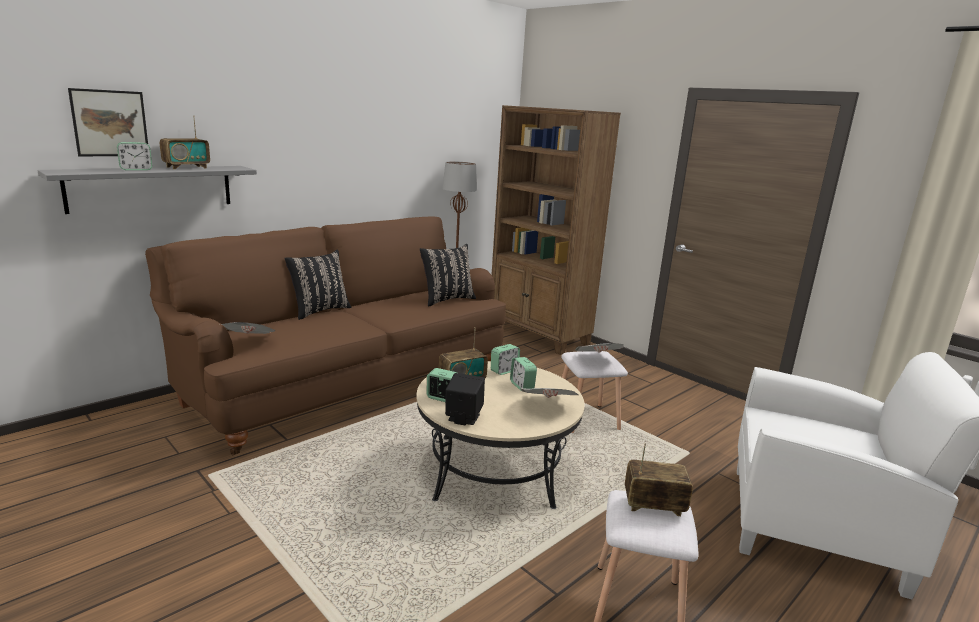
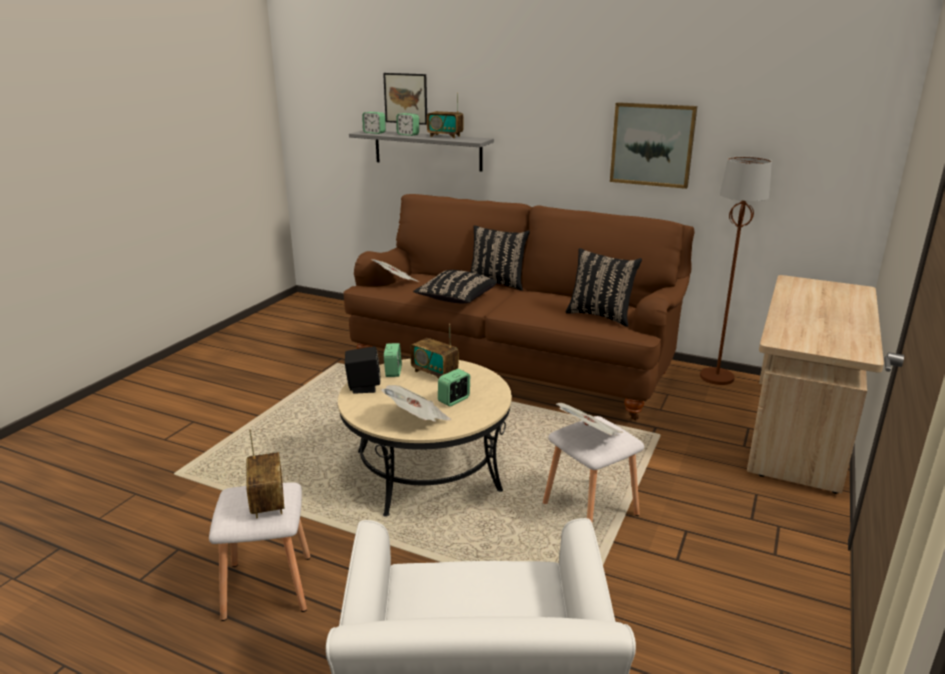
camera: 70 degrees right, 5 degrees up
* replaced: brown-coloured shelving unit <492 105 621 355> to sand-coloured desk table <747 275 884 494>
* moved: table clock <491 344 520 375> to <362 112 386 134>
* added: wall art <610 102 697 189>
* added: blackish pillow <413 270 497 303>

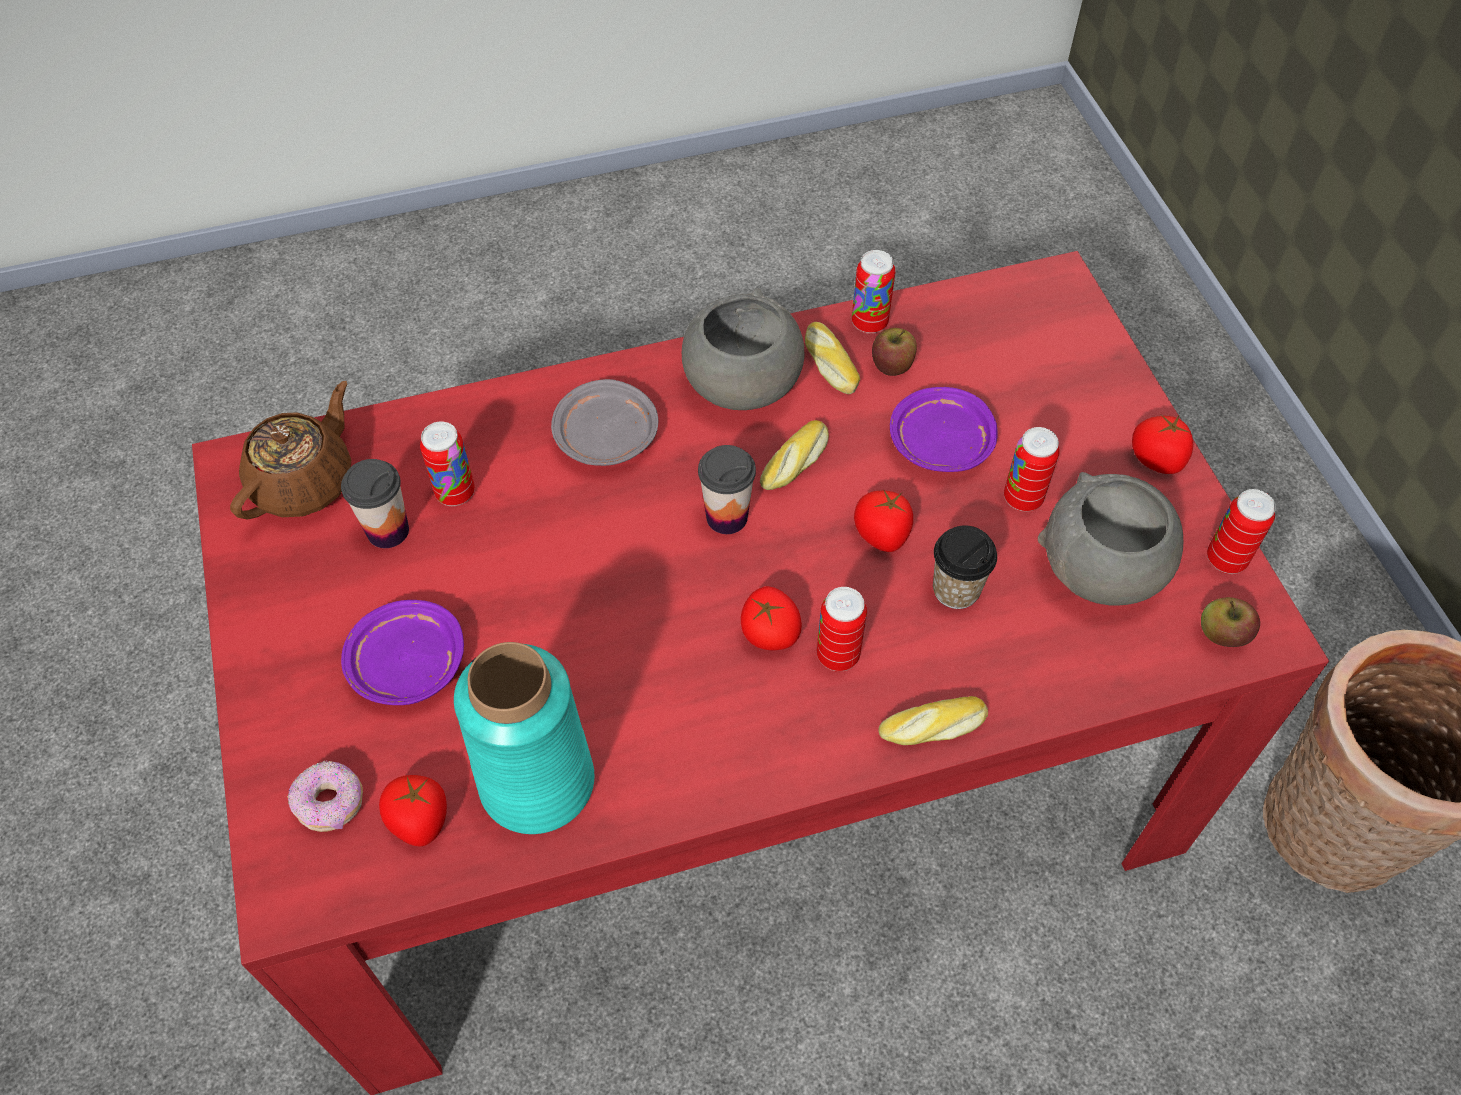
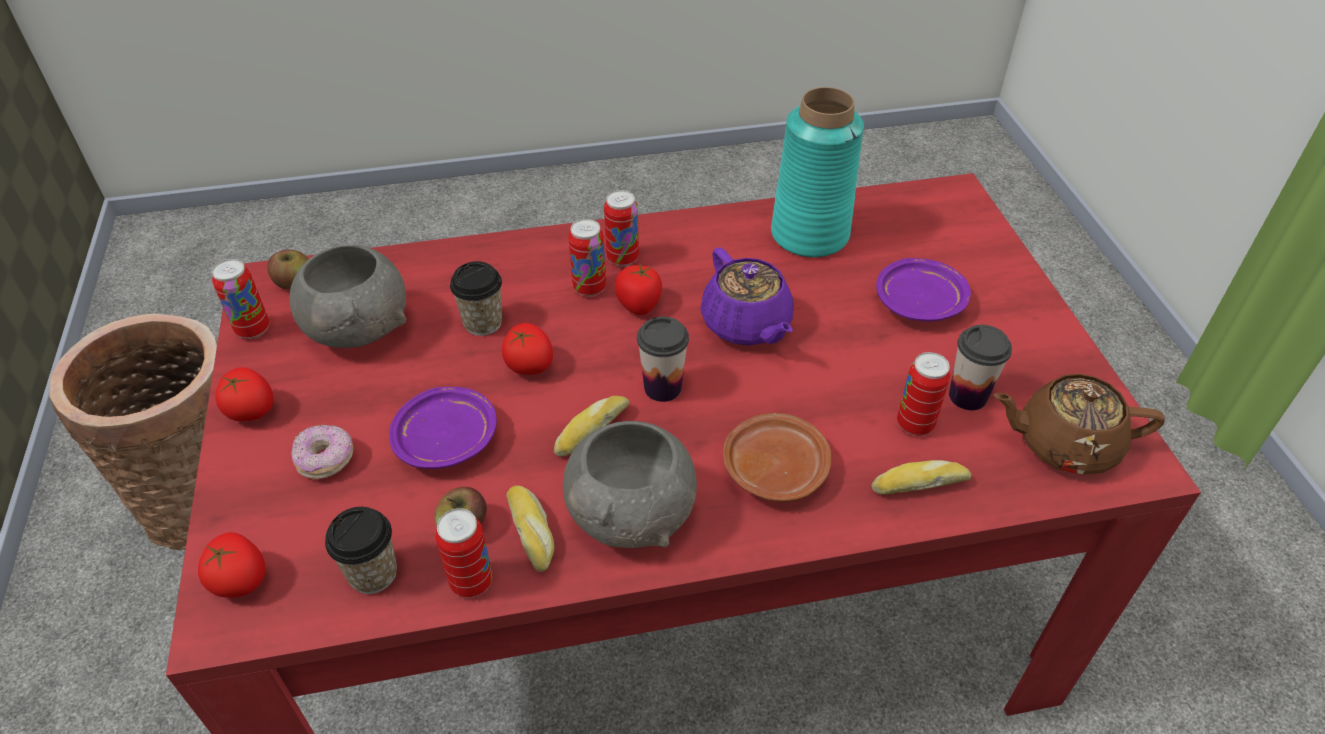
camera: 175 degrees left, 10 degrees down
* recoloured: gray plate <551 379 658 466> to brown-coloured plate <723 413 832 502>
* turned: brown-coloured pot for tea <230 381 351 519> = <993 374 1164 474> 60 degrees clockwise
* moved: can <1004 427 1060 512> to <604 190 639 267>
* moved: bakery bread <879 696 988 745> to <871 460 971 495>
* moved: ring doughnut <287 761 363 832> to <291 424 353 479>
* moved: whole tomato <379 775 447 847> to <198 532 266 598>
* added: purple pot for tea <700 248 794 345>
* added: cup <325 507 397 594>

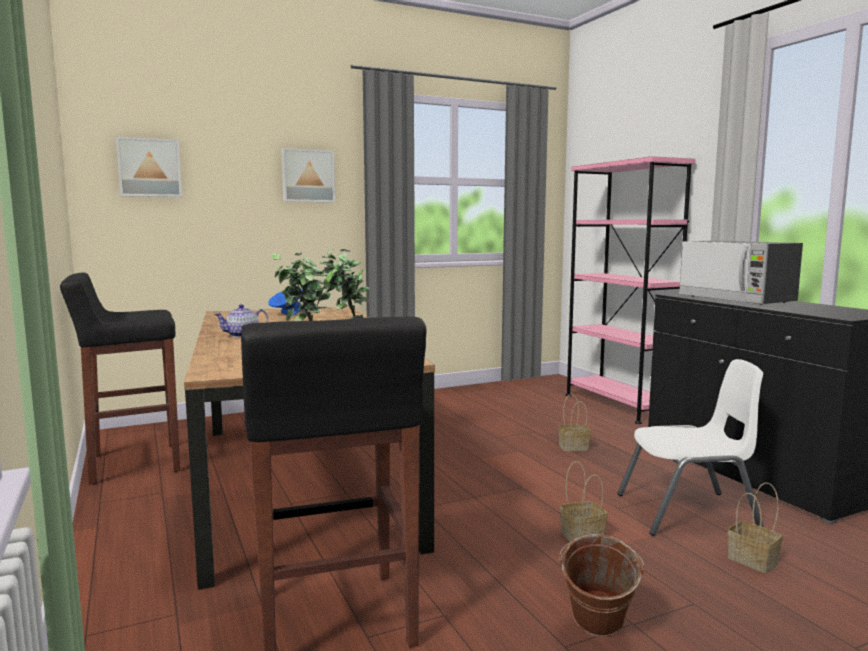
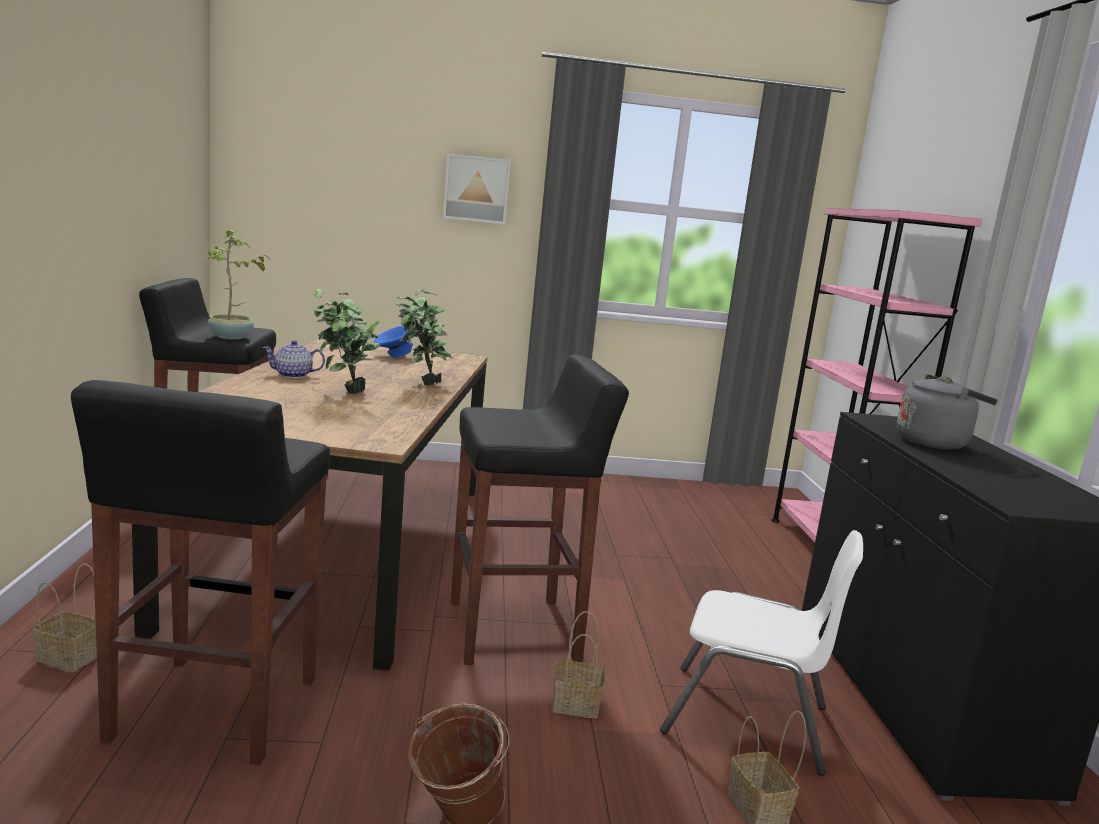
camera: 20 degrees right, 5 degrees up
* removed: wall art <116 137 182 197>
* replaced: microwave <679 241 803 305> to gray tea kettle <897 374 998 450>
* moved: storage basket <558 394 591 451> to <33 563 97 671>
* added: potted plant <203 229 270 339>
* added: blackish stool <451 355 629 665>

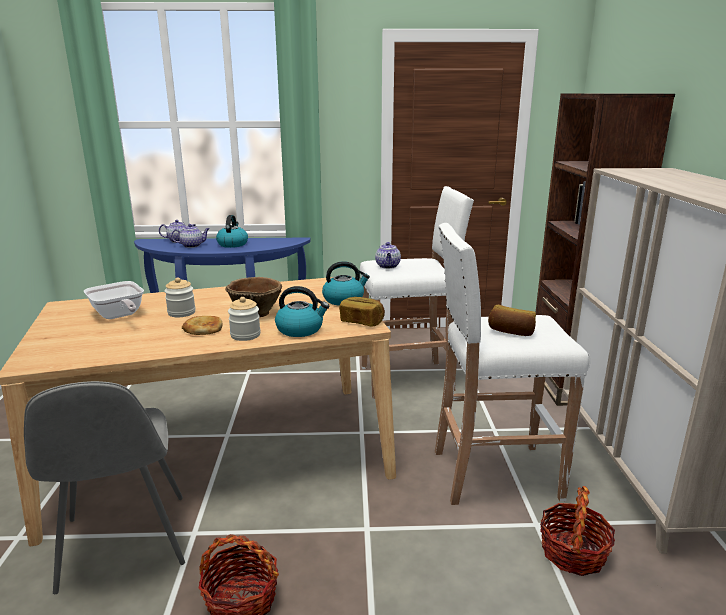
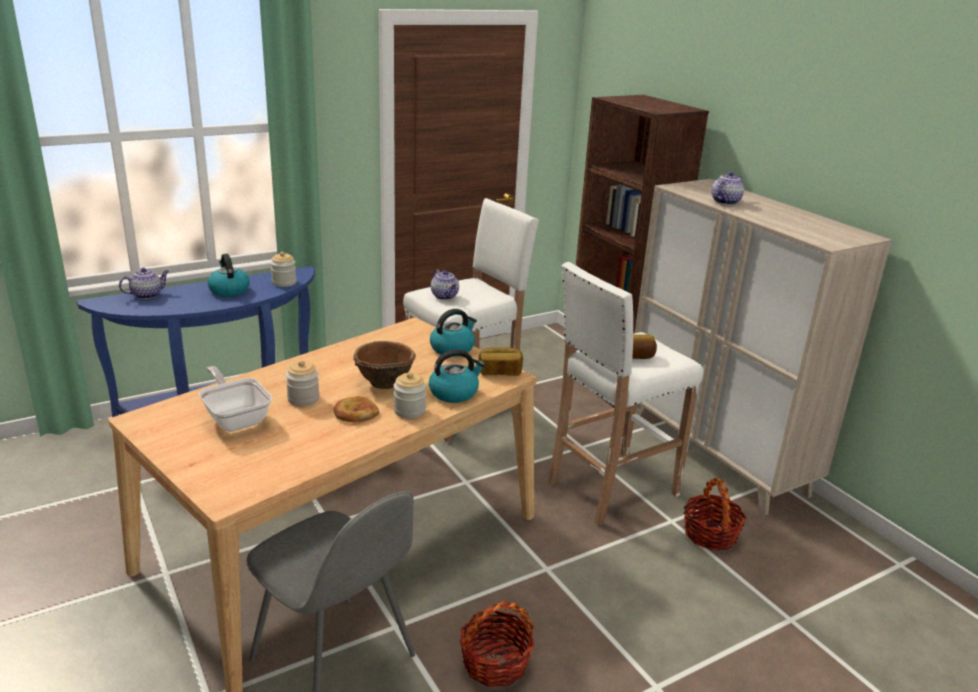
camera: 30 degrees left, 5 degrees up
* moved: pot for tea <171 224 210 248> to <712 172 744 205>
* turned: frying pan <84 281 144 319> = <199 366 272 432> 150 degrees counterclockwise
* added: jar <270 252 296 287>

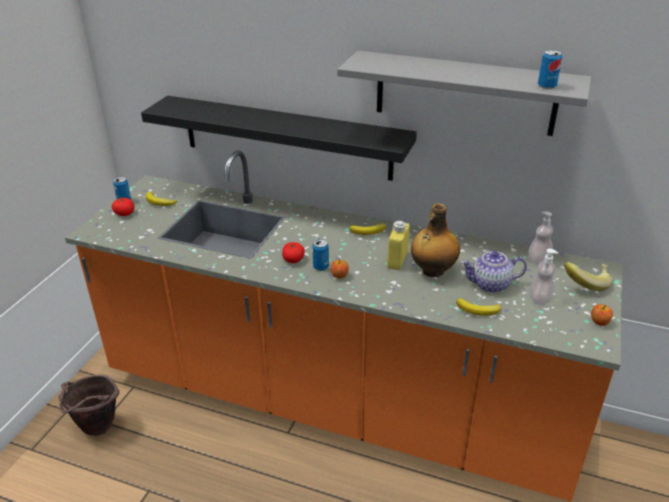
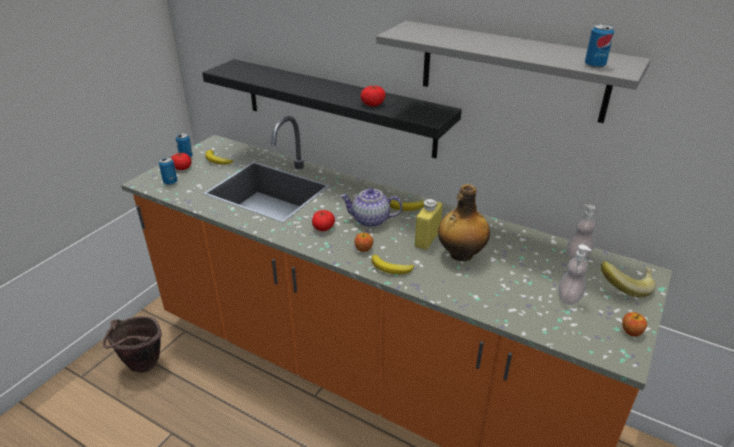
camera: 10 degrees right, 0 degrees up
* moved: can <312 239 329 271> to <159 157 177 185>
* moved: pot for tea <461 251 527 293> to <340 188 403 227>
* moved: banana <456 298 501 316> to <371 255 414 274>
* added: whole tomato <361 86 386 106>

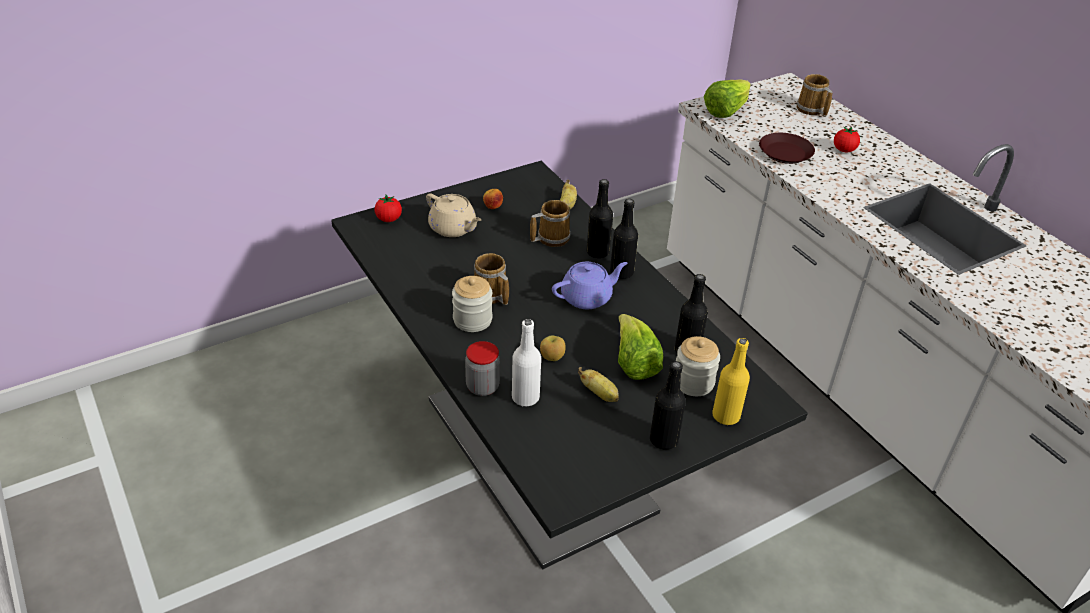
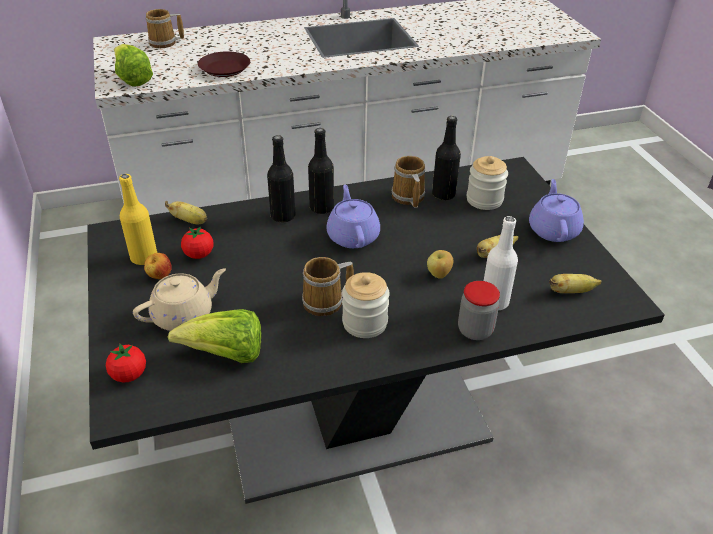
camera: 75 degrees left, 0 degrees up
* moved: whole tomato <834 126 860 152> to <181 226 213 259>
* moved: mug <530 200 570 247> to <391 156 425 208>
* moved: lettuce <618 314 663 380> to <168 309 262 363>
* moved: yellow-coloured bottle <712 338 750 425> to <119 174 157 265>
* replaced: blackish bottle <650 361 686 450> to purple pot for tea <529 179 584 242>
* added: banana <549 274 602 293>

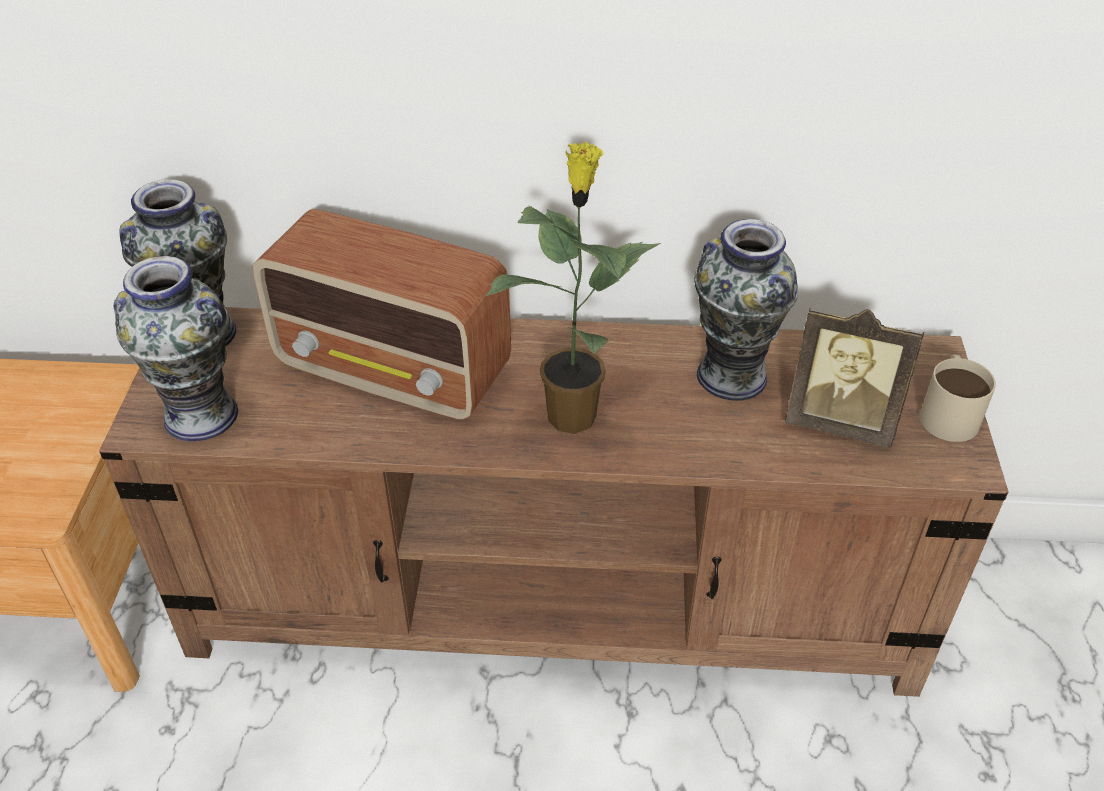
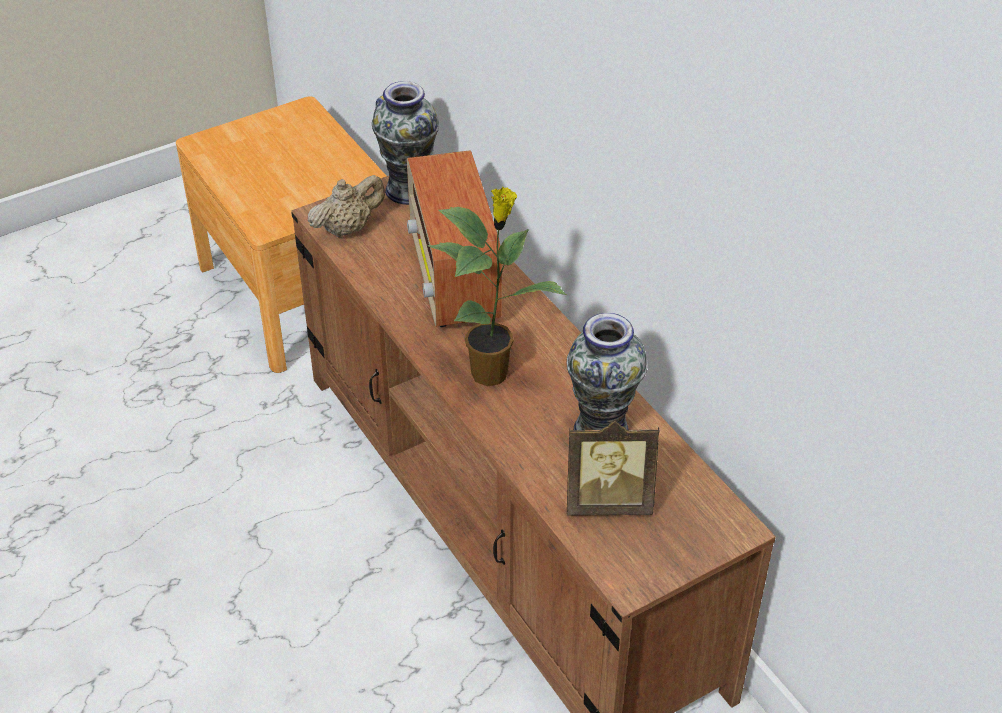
camera: 55 degrees right, 0 degrees up
* replaced: flower vase <114 256 238 442> to sand-coloured pot for tea <308 175 385 238>
* turned: standing frame <785 309 924 448> = <567 421 659 516> 75 degrees counterclockwise
* removed: sand-coloured mug <920 354 996 442>

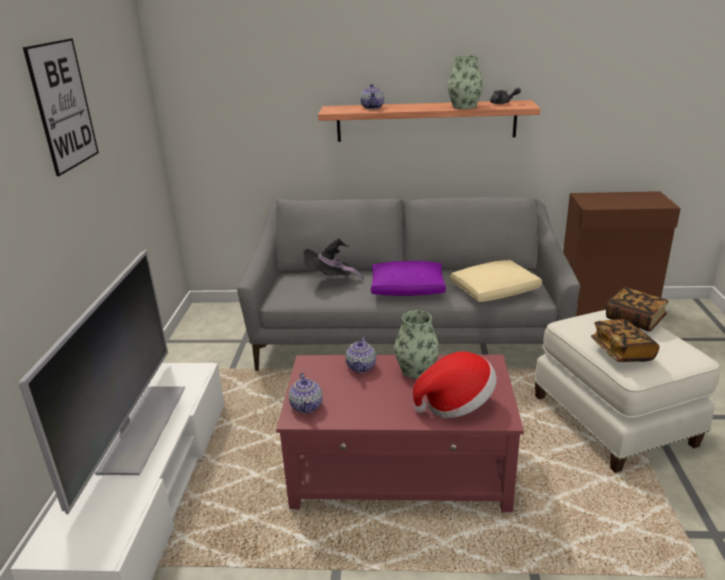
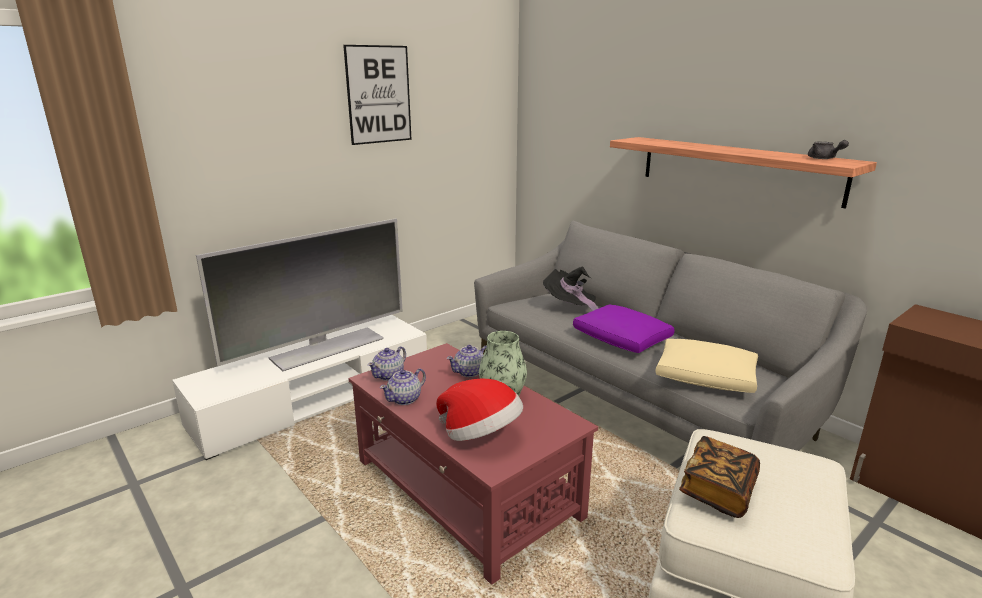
camera: 45 degrees right, 5 degrees down
* removed: flower vase <448 55 483 109>
* moved: pot for tea <360 84 384 109> to <380 368 426 405>
* removed: volume <606 287 668 332>

